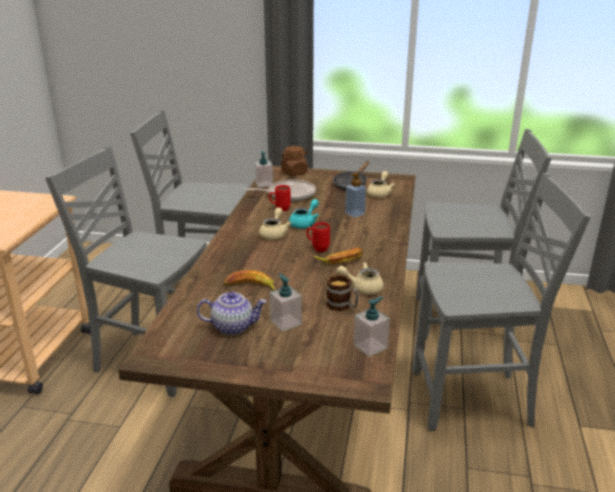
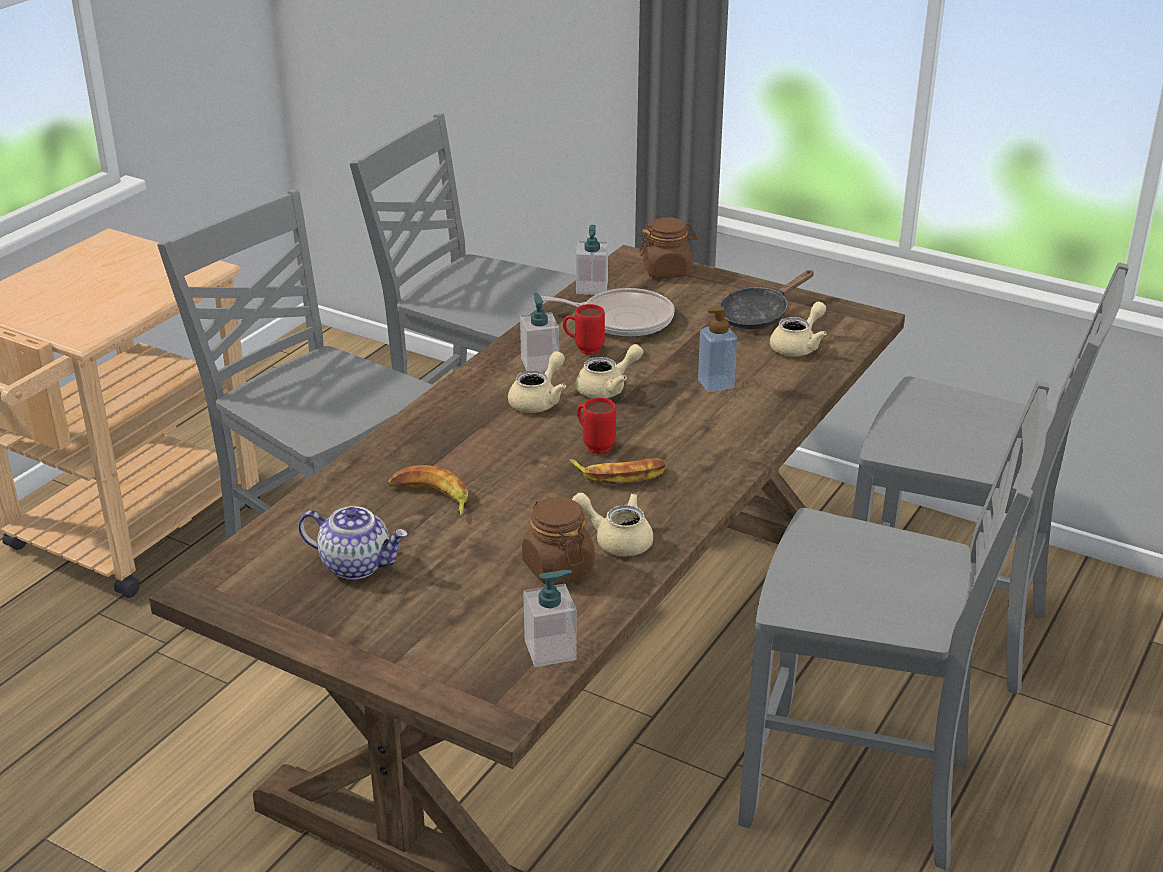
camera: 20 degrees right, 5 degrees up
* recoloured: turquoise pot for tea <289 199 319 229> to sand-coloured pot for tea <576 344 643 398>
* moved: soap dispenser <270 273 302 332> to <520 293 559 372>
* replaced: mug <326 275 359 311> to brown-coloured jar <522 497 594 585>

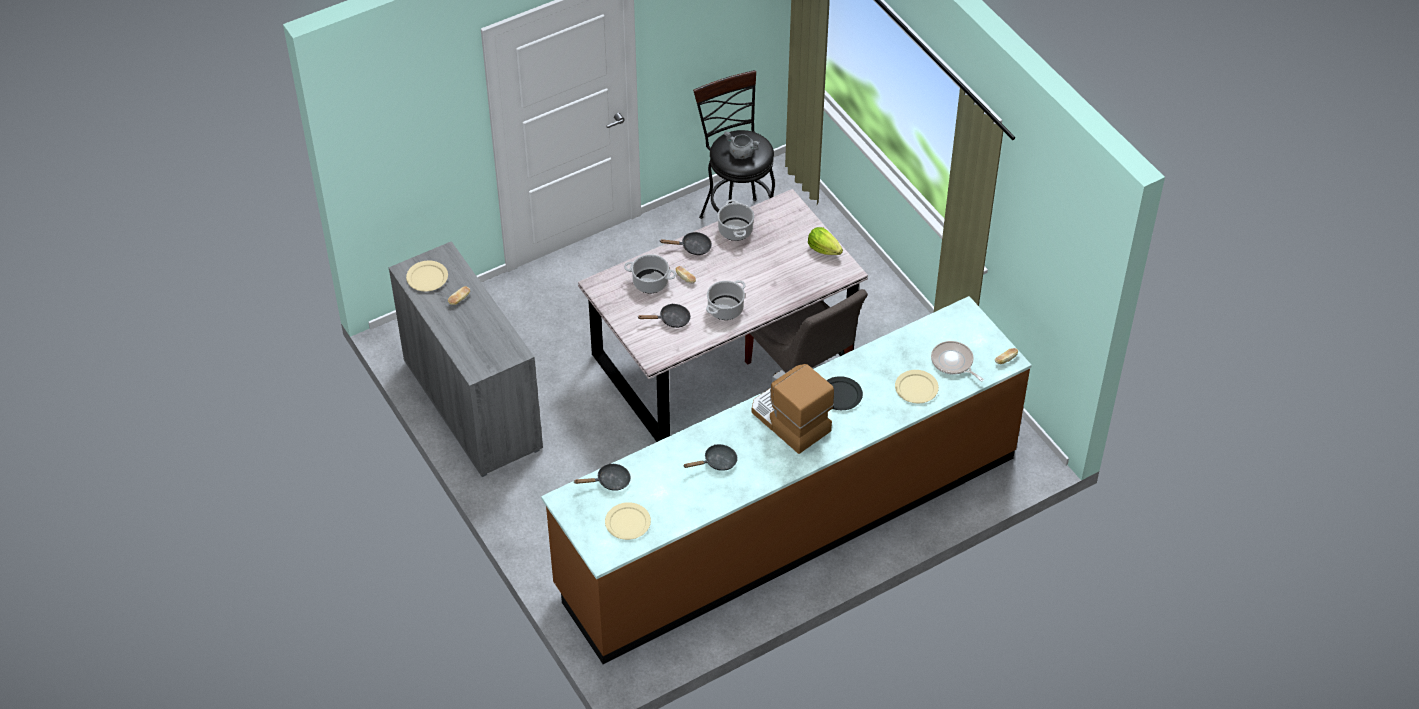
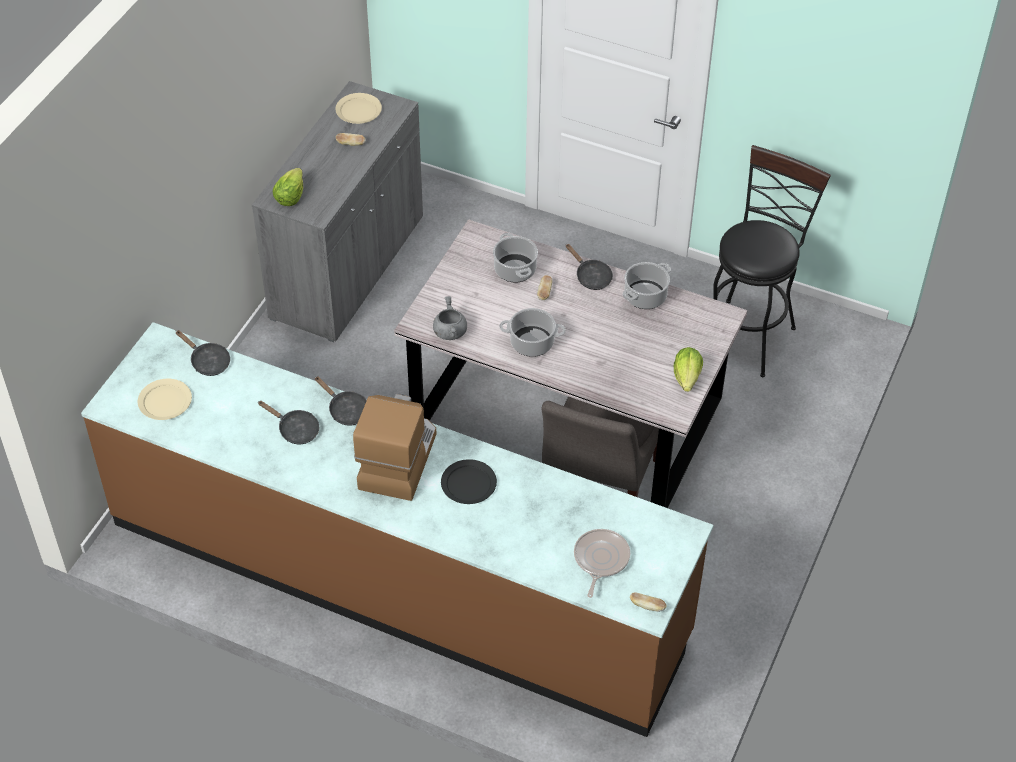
camera: 55 degrees right, 0 degrees up
* moved: gray saucepot <724 131 760 159> to <433 296 467 340>
* moved: blackish frying pan <638 303 691 328> to <315 376 367 426>
* removed: sand-coloured plate <895 370 939 403>
* added: lettuce <273 168 303 206>

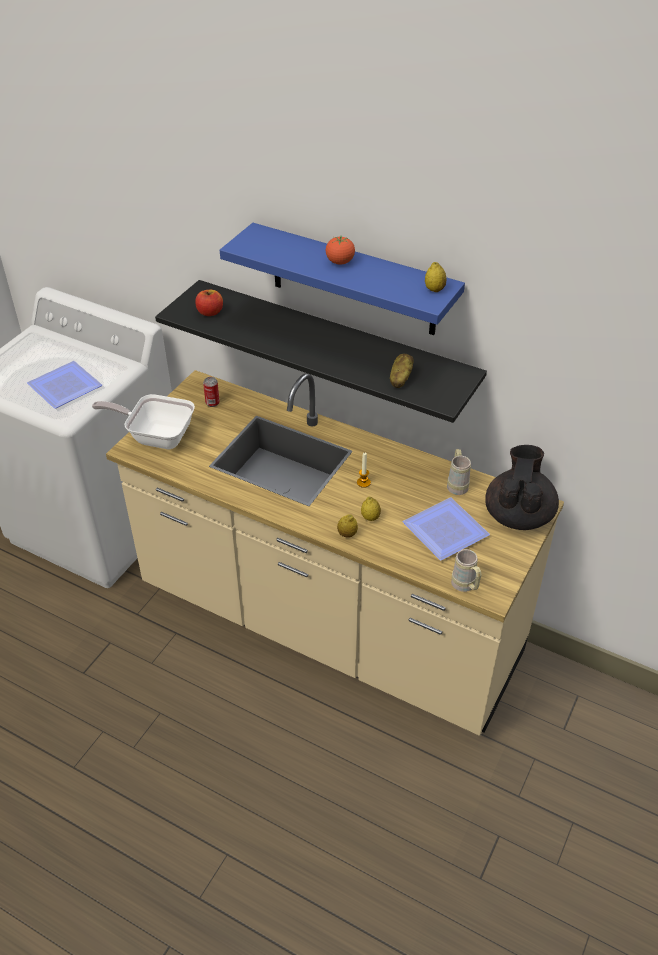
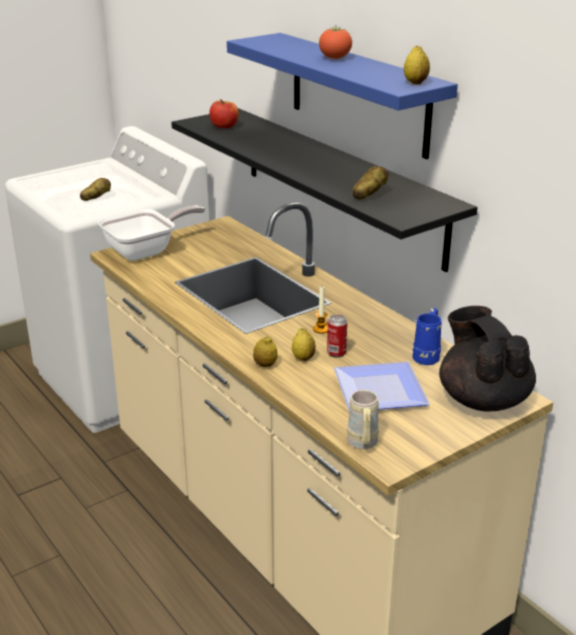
camera: 25 degrees right, 15 degrees down
* replaced: plate <27 361 102 409> to whole potato <80 178 111 201>
* moved: can <203 377 220 407> to <327 315 347 358>
* turned: frying pan <92 394 195 449> = <98 205 205 261> 105 degrees clockwise
* turned: blackish pot for tea <485 445 559 530> = <439 306 536 412> 60 degrees counterclockwise
* recoloured: sand-coloured mug <447 449 471 495> to blue-coloured mug <412 308 442 365>

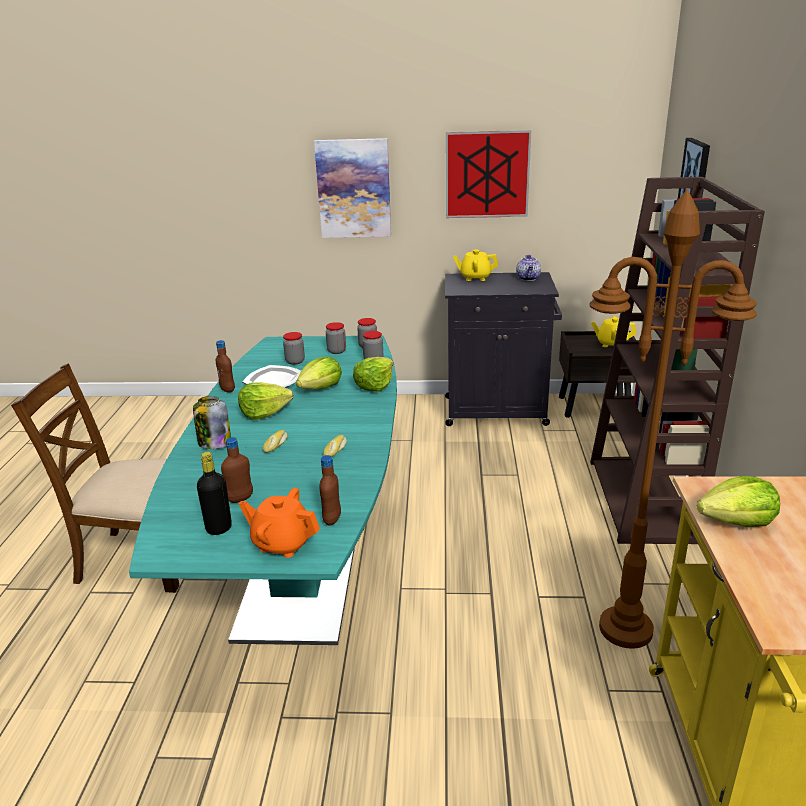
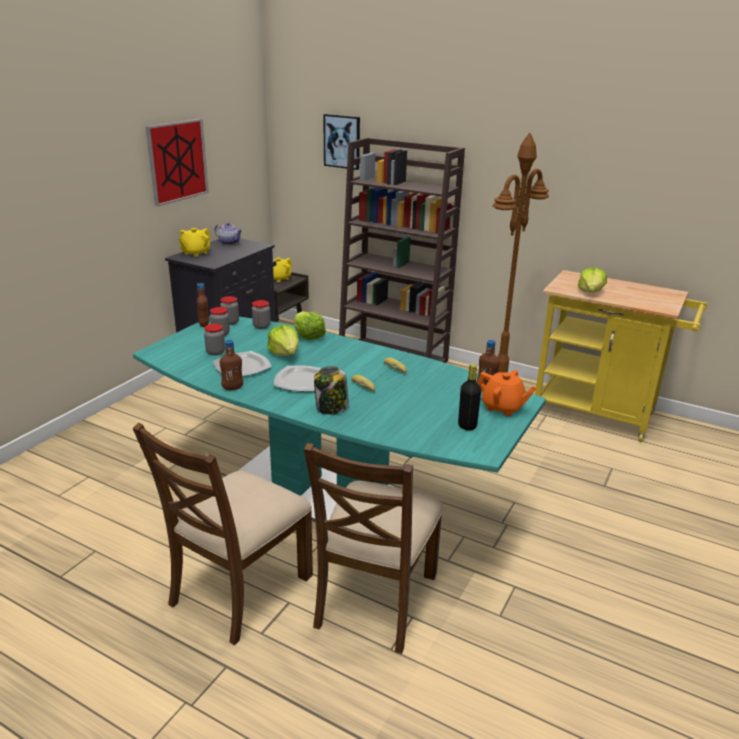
camera: 65 degrees left, 0 degrees up
* removed: wall art <314 138 391 238>
* replaced: lettuce <238 382 293 420> to plate <274 366 322 391>
* moved: brown-coloured bottle <221 437 253 503> to <197 283 210 327>
* turned: orange pot for tea <239 488 320 558> = <477 370 537 416> 105 degrees counterclockwise
* added: brown-coloured chair <304 443 443 654>

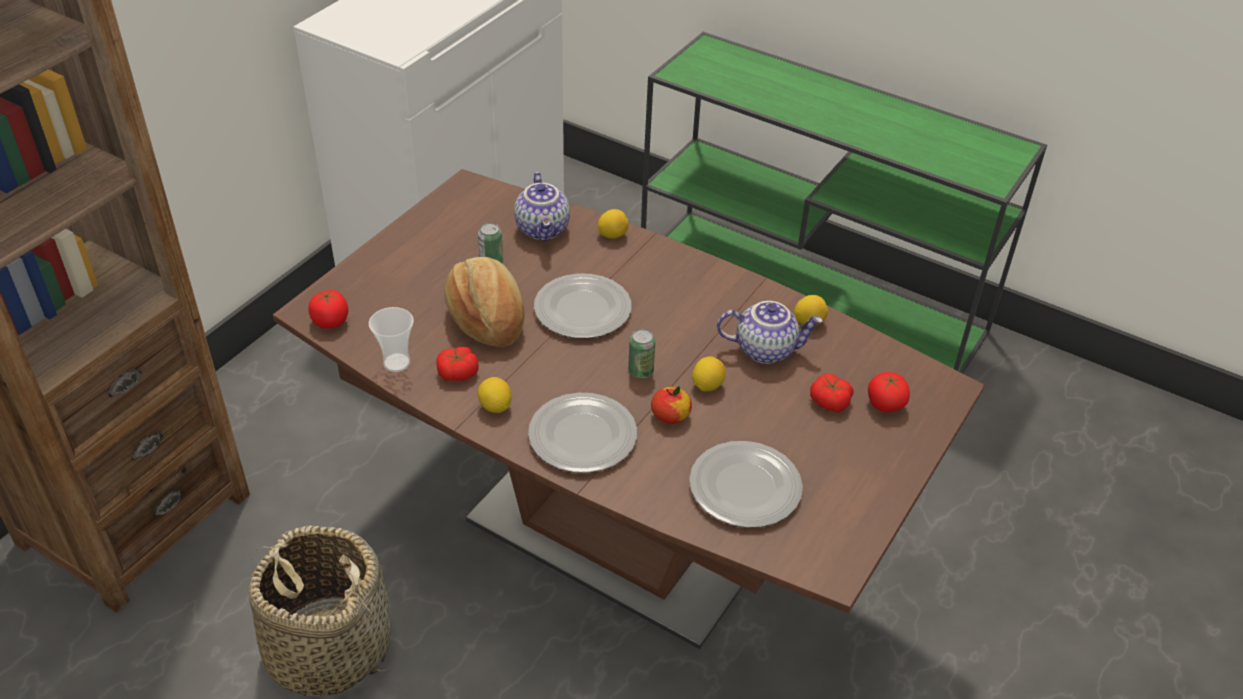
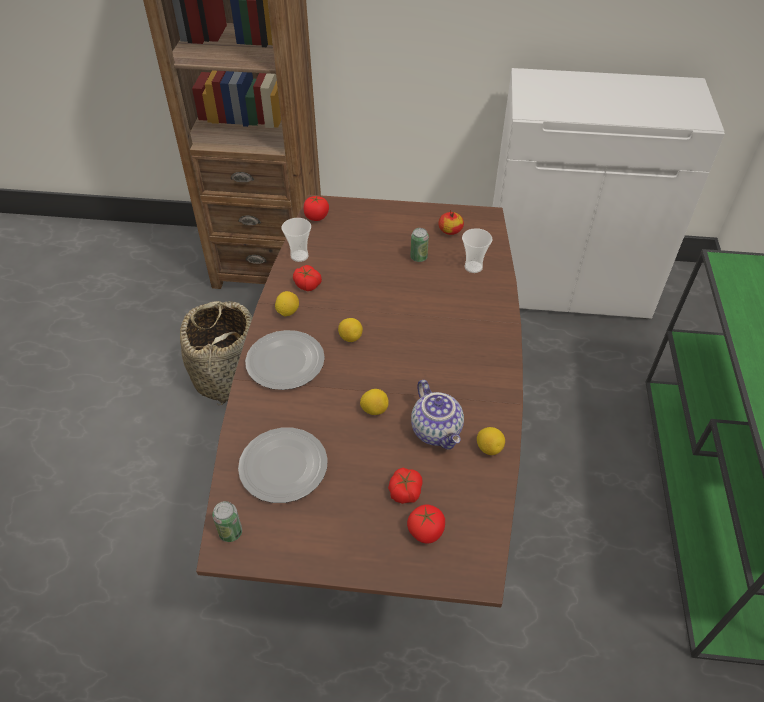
camera: 65 degrees right, 5 degrees up
* replaced: pot for tea <514 172 570 241> to cup <462 228 492 273>
* moved: lemon <597 209 629 239> to <338 318 363 342>
* removed: bakery bread <444 257 525 347>
* removed: plate <534 274 632 338>
* moved: can <628 329 656 378> to <212 501 242 542>
* moved: apple <651 386 692 424> to <438 210 464 235>

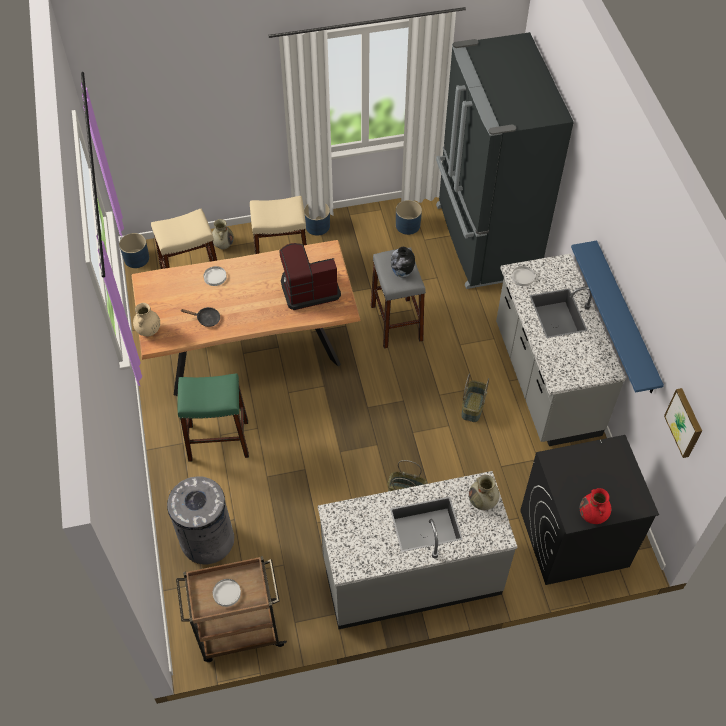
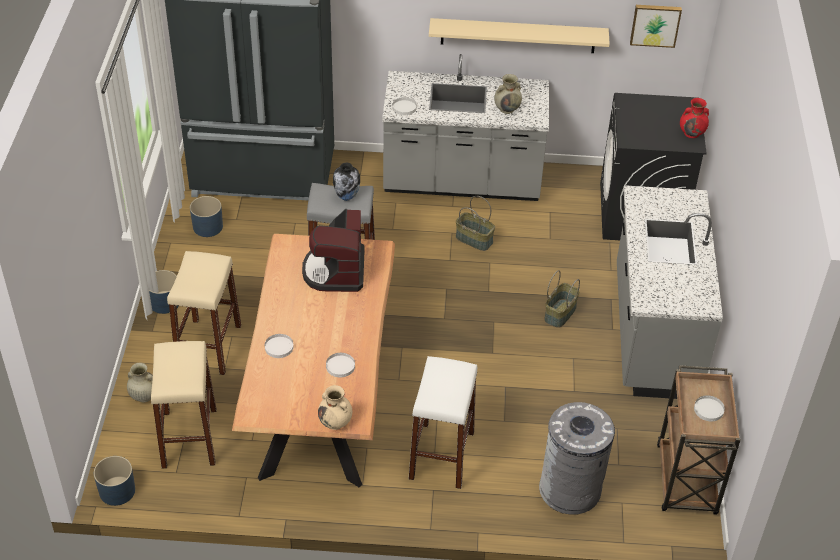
camera: 75 degrees left, 10 degrees down
* recoloured: blue-coloured shelf <571 241 664 393> to sand-coloured shelf <429 18 610 53>
* replaced: blackish frying pan <181 307 220 327> to whitish plate <326 353 355 377>
* recoloured: green stool <177 373 249 462> to whitish stool <409 356 478 489>
* moved: sand-coloured flower vase <469 475 499 510> to <494 74 522 114>

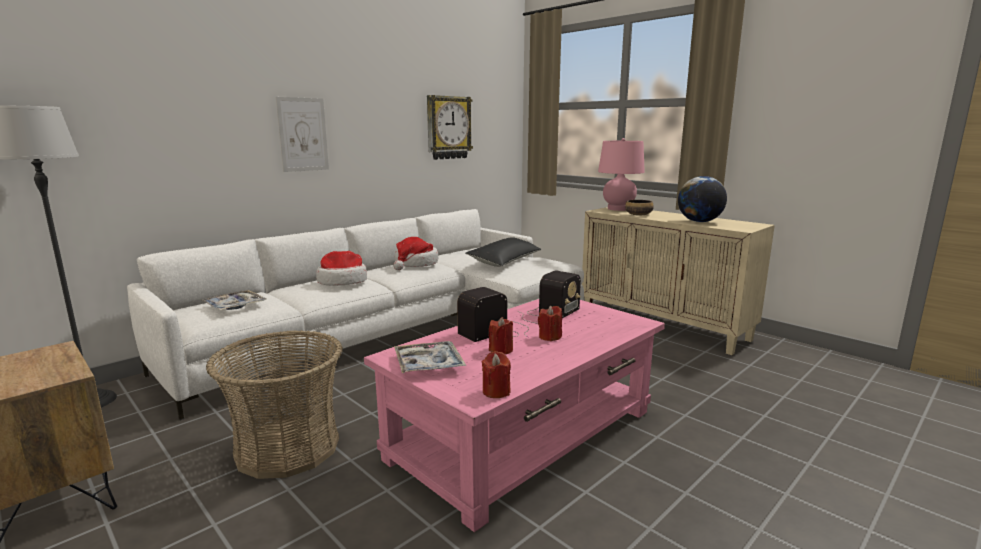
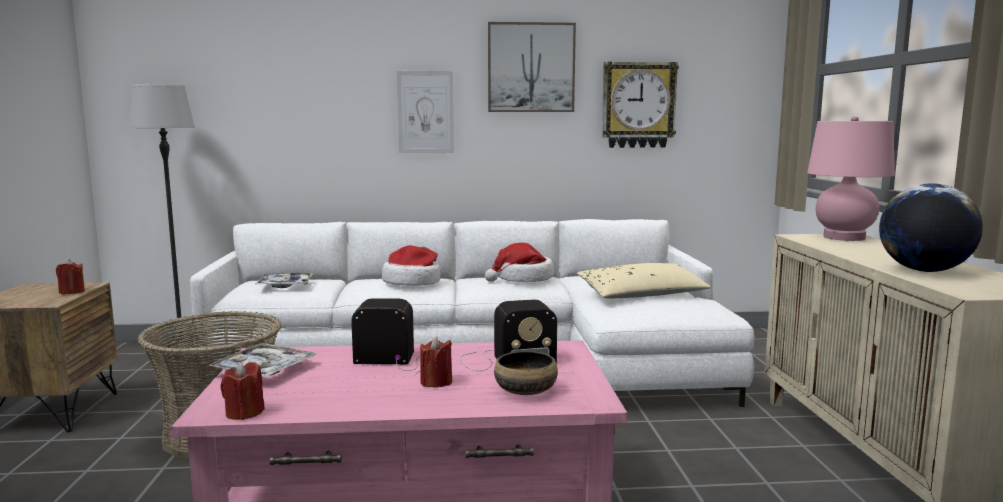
camera: 40 degrees right, 5 degrees down
* moved: deep dish <625 200 654 216> to <494 351 558 395>
* recoloured: blackish pillow <465 237 541 267> to sand-coloured pillow <576 263 712 299>
* moved: red-coloured wax candle <489 317 513 354> to <56 259 85 294>
* added: wall art <488 22 576 112>

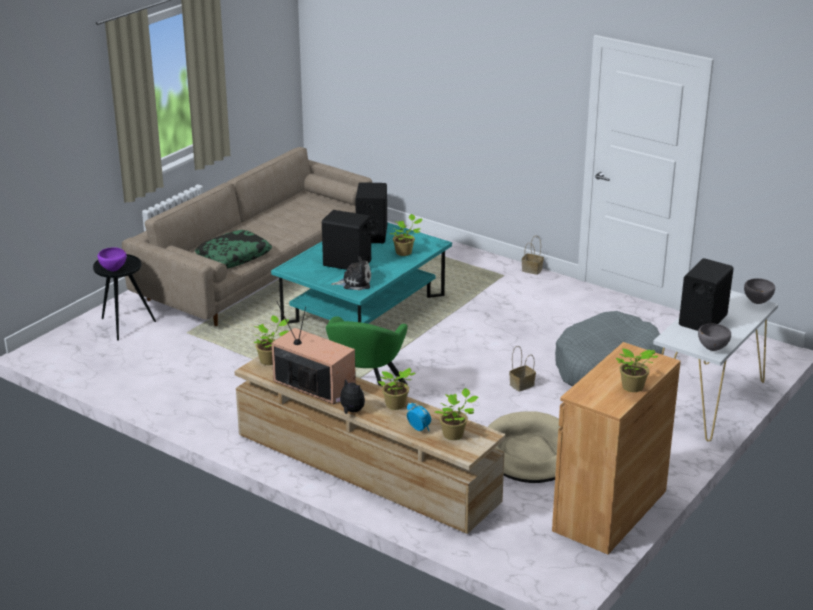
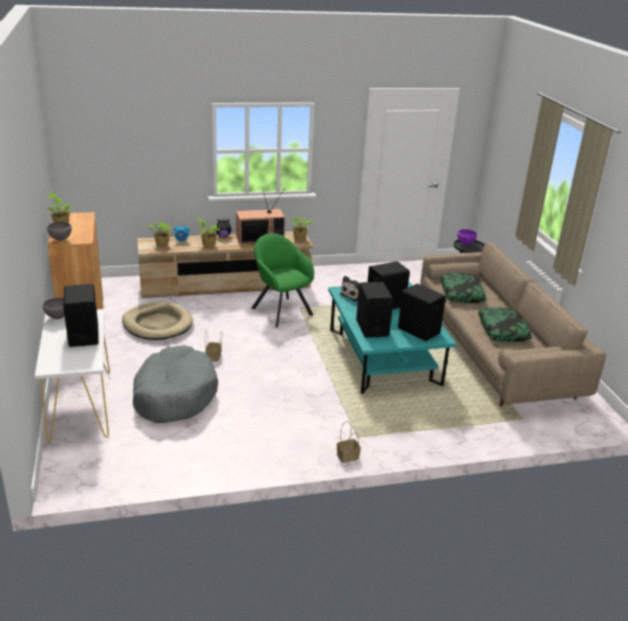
camera: 130 degrees right, 0 degrees up
* replaced: potted plant <390 214 423 256> to blackish loudspeaker <356 282 393 337>
* moved: gray deep dish <744 278 775 304> to <47 222 72 241>
* added: pillow <478 308 532 342>

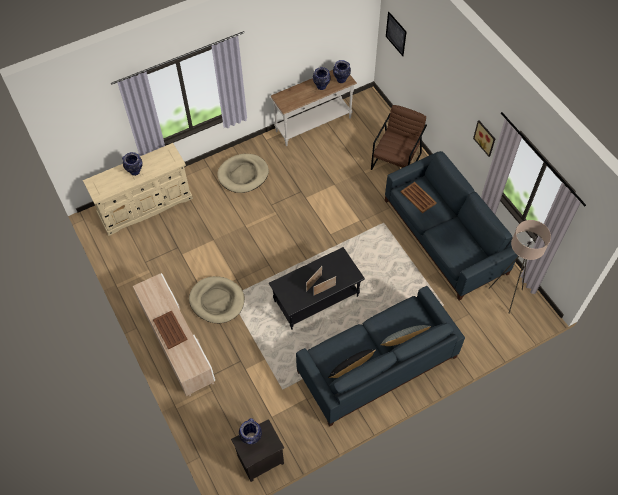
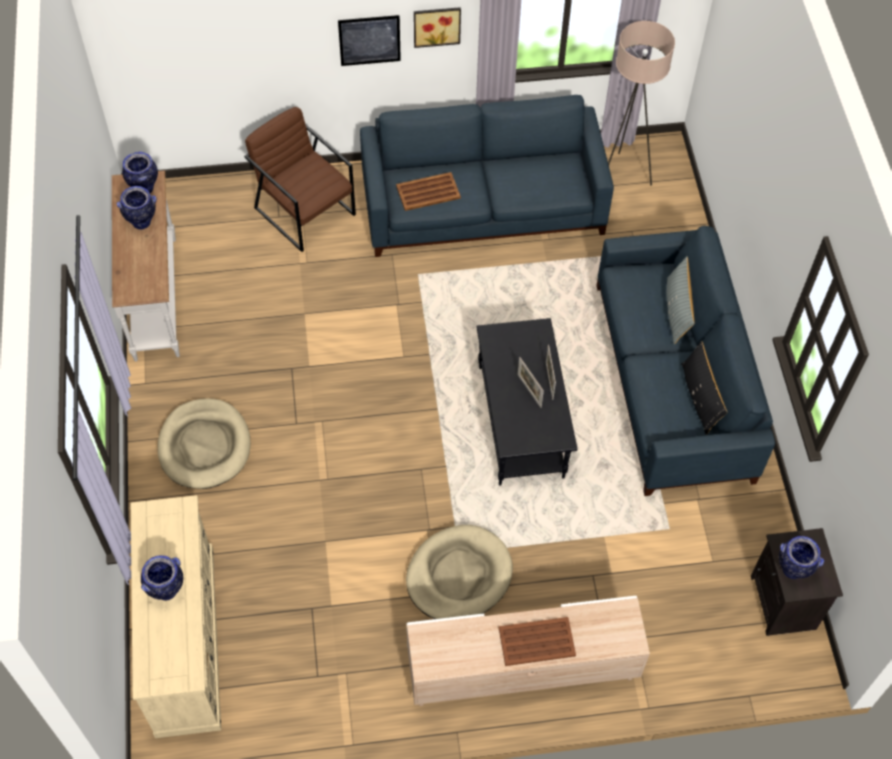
camera: 70 degrees left, 0 degrees up
* moved: wall art <386 12 406 56> to <338 15 401 66>

